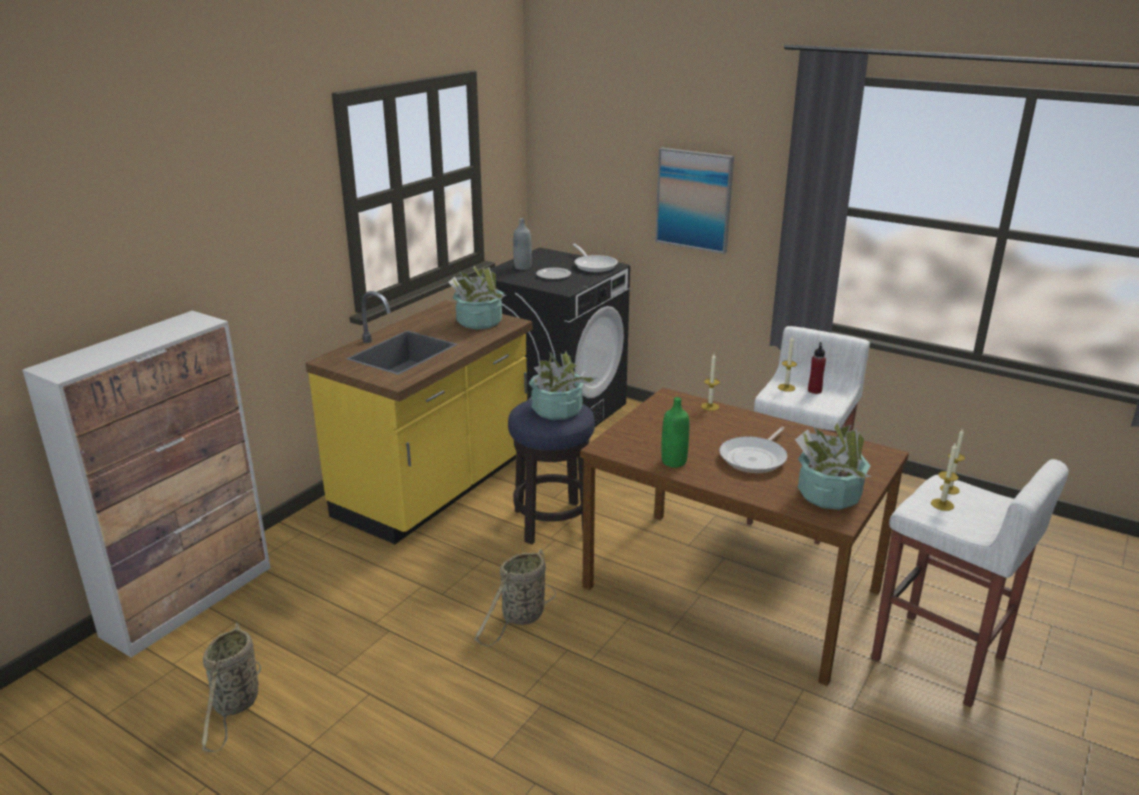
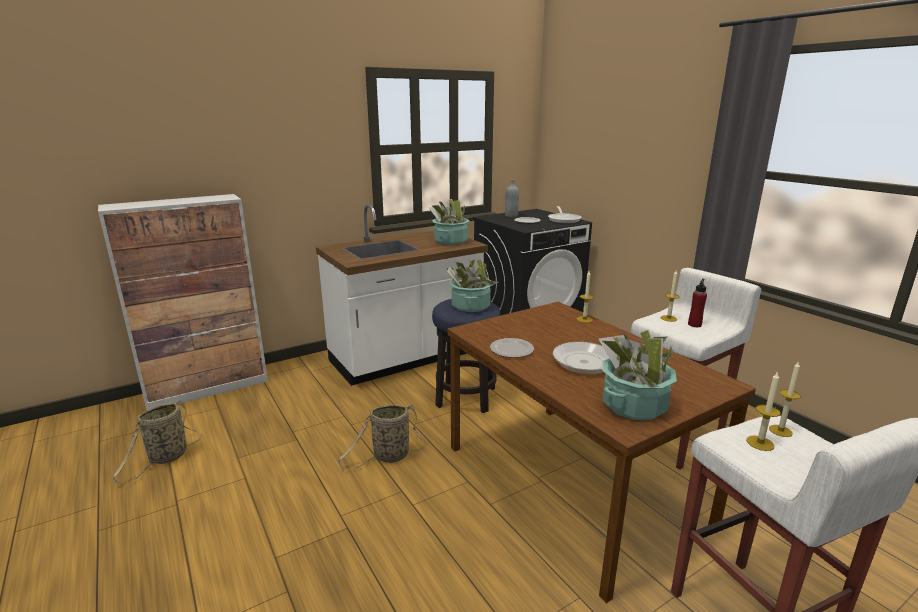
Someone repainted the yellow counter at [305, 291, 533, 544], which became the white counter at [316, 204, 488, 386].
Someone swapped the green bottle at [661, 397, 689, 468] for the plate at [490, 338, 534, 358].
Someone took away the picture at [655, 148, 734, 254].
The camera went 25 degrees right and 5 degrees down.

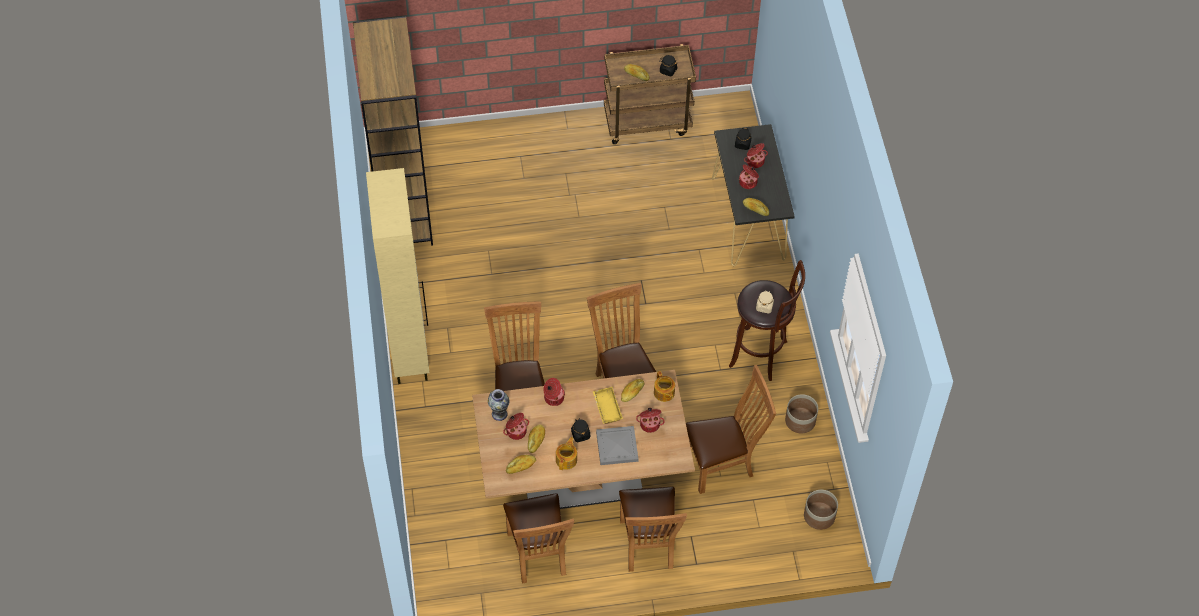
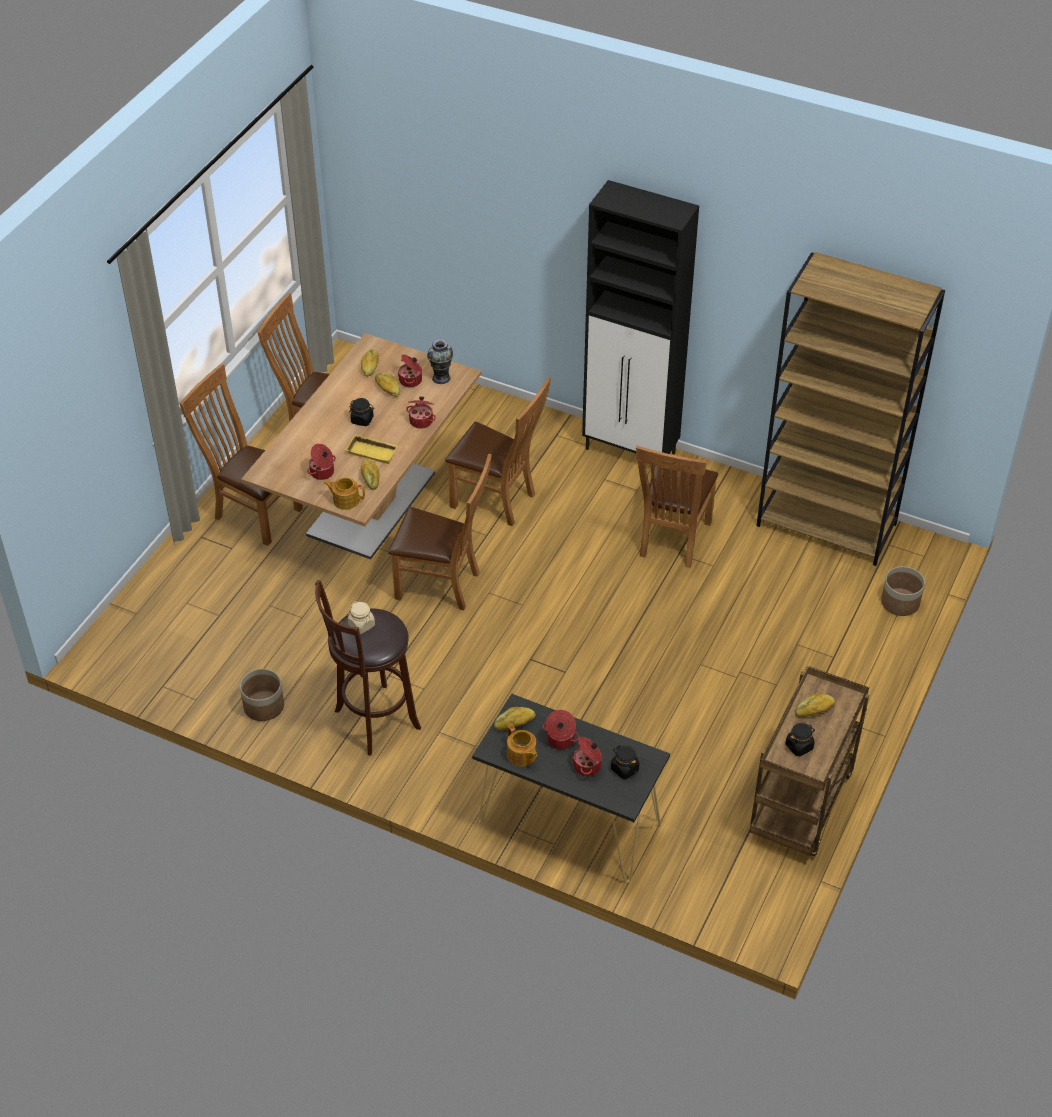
Someone carried the teapot from [556, 437, 577, 470] to [507, 725, 537, 766].
Someone repainted the beige cabinet at [366, 168, 430, 384], which became the black cabinet at [582, 180, 699, 454].
Someone carried the brown chair from [686, 365, 776, 494] to [636, 446, 718, 568].
Someone carried the planter from [804, 490, 838, 530] to [881, 566, 925, 616].
Someone took away the grey tray at [596, 426, 638, 465].
The camera went 125 degrees right and 10 degrees down.

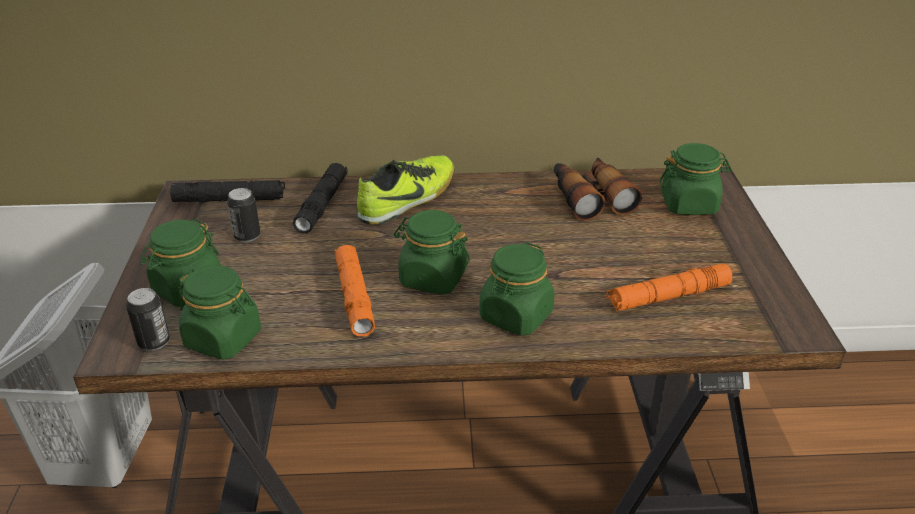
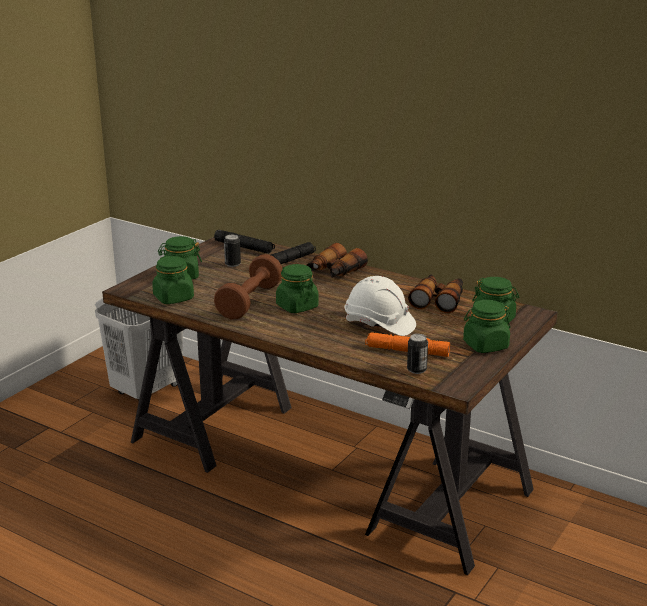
Someone swapped the orange flashlight at [335, 245, 375, 337] for the brown dumbbell at [214, 254, 282, 319].
Someone swapped the shoe at [357, 155, 455, 225] for the binoculars at [306, 243, 368, 278].
Someone put down the white hard hat at [345, 276, 416, 336].
Someone carried the can from [126, 288, 170, 351] to [407, 334, 428, 374].
Someone carried the green jar from [479, 242, 555, 336] to [463, 300, 510, 353].
The camera went 35 degrees right and 10 degrees down.

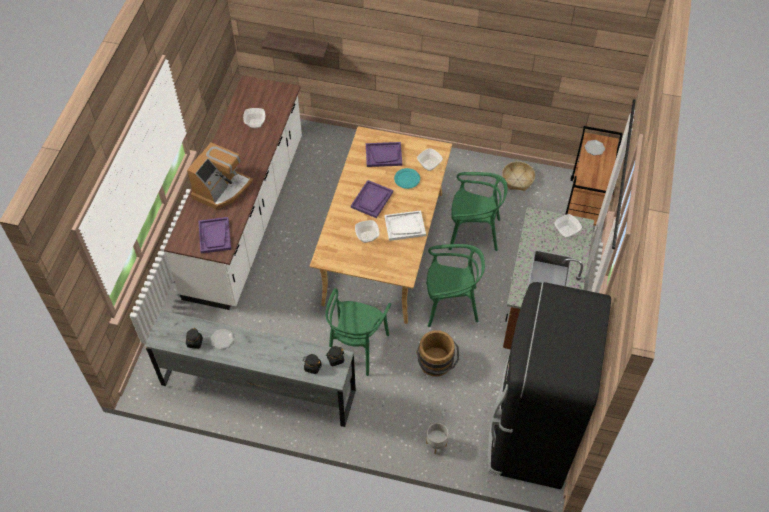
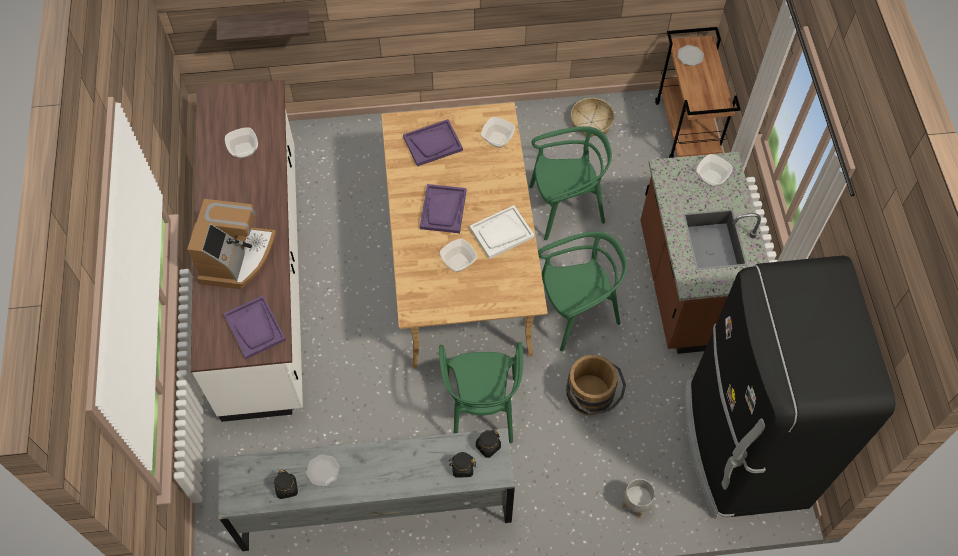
Someone took away the turquoise plate at [394, 168, 420, 189].
The camera went 20 degrees left and 5 degrees up.

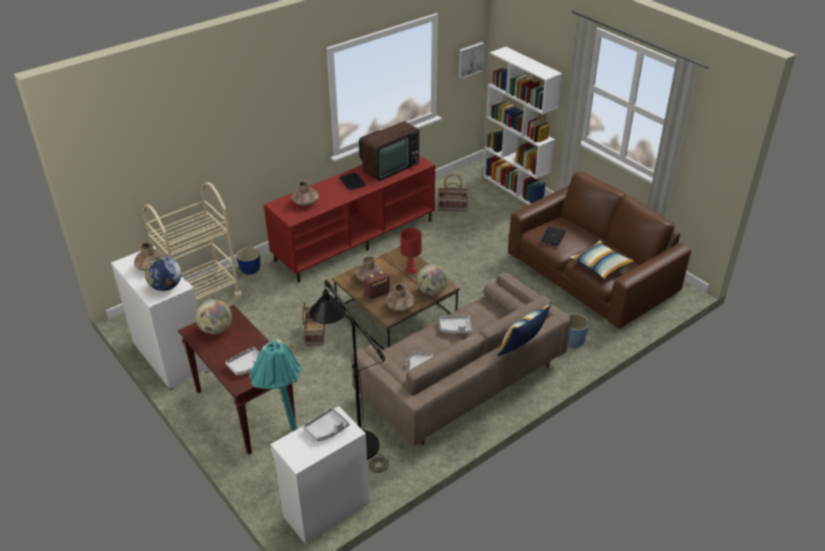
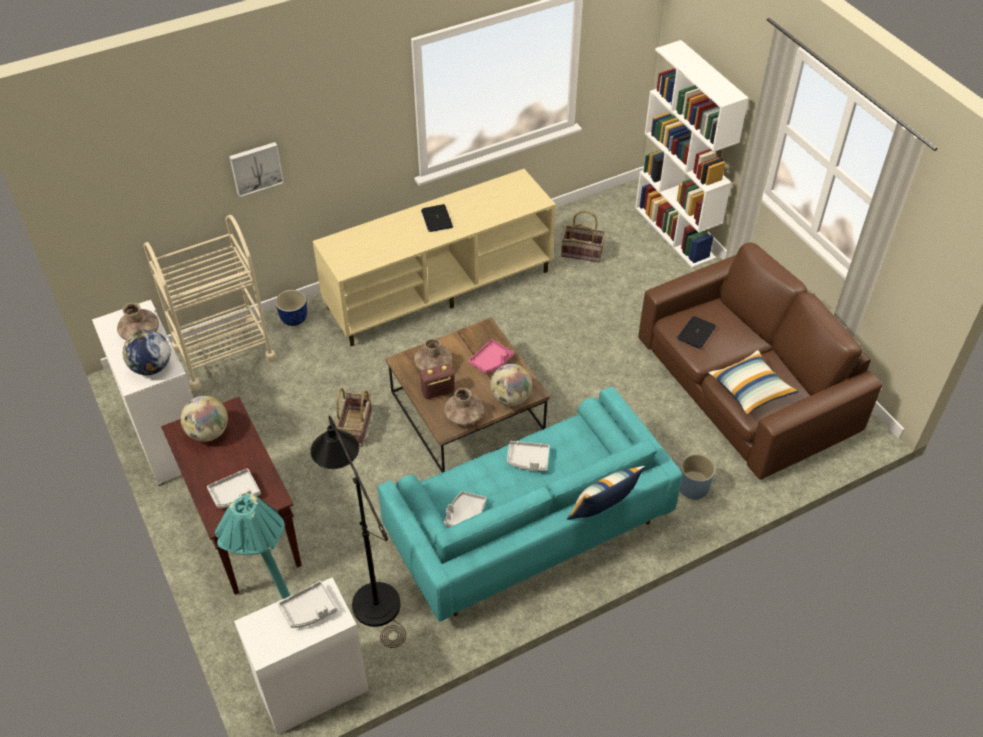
Someone carried the picture from [458, 42, 485, 79] to [229, 142, 284, 198].
Someone repainted the red tv stand at [264, 155, 435, 283], which became the beige tv stand at [313, 169, 556, 346].
Someone repainted the beige sofa at [351, 272, 571, 446], which became the turquoise sofa at [378, 387, 682, 621].
Someone swapped the red table lamp at [400, 228, 422, 274] for the pink tray at [469, 339, 514, 374].
Someone took away the brown vase at [292, 180, 319, 206].
Someone took away the television at [359, 121, 419, 181].
The camera went 10 degrees right and 10 degrees up.

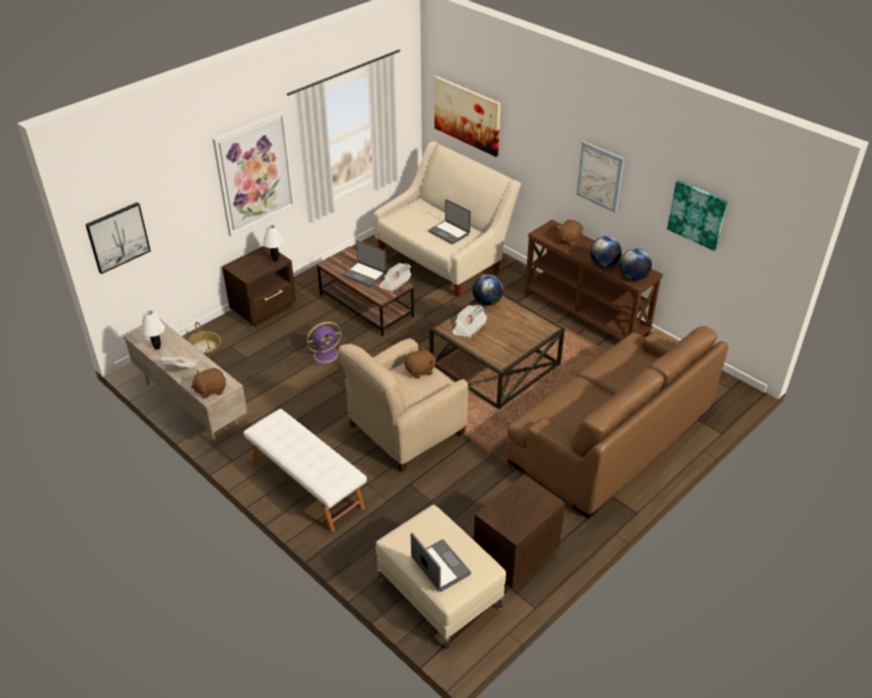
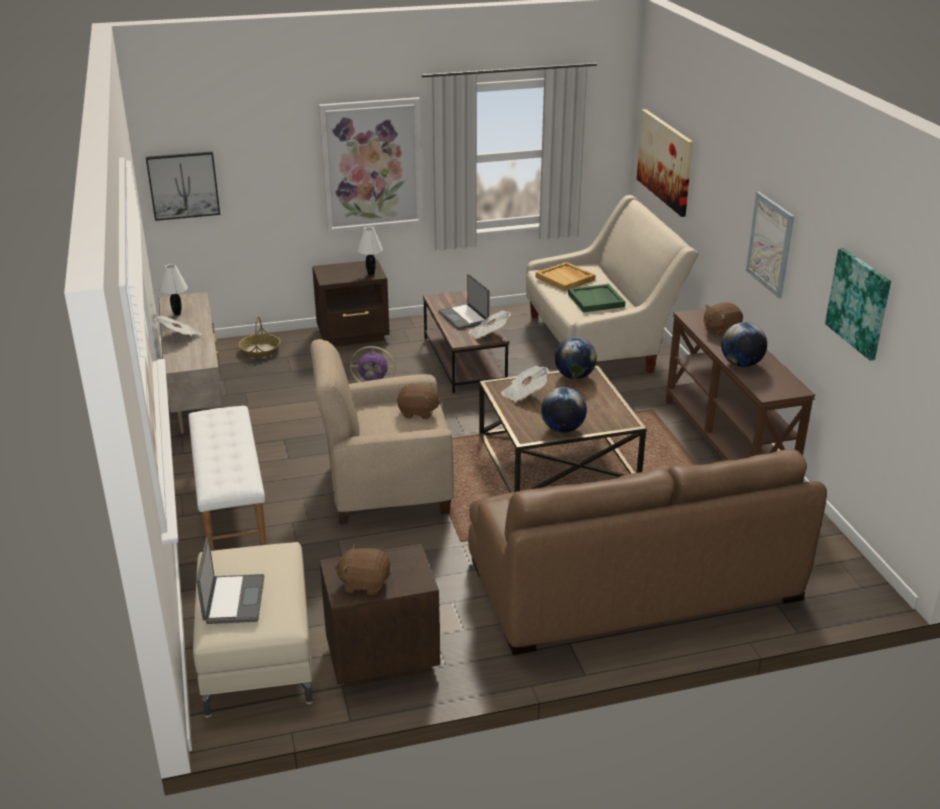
Someone carried the brown plush toy from [191, 368, 226, 399] to [334, 544, 391, 595].
Someone put down the beige tray at [536, 262, 596, 291].
Someone carried the globe from [620, 249, 652, 280] to [541, 387, 587, 433].
Someone swapped the laptop at [428, 199, 471, 244] for the green tray at [568, 284, 625, 312].
The camera went 30 degrees right and 10 degrees down.

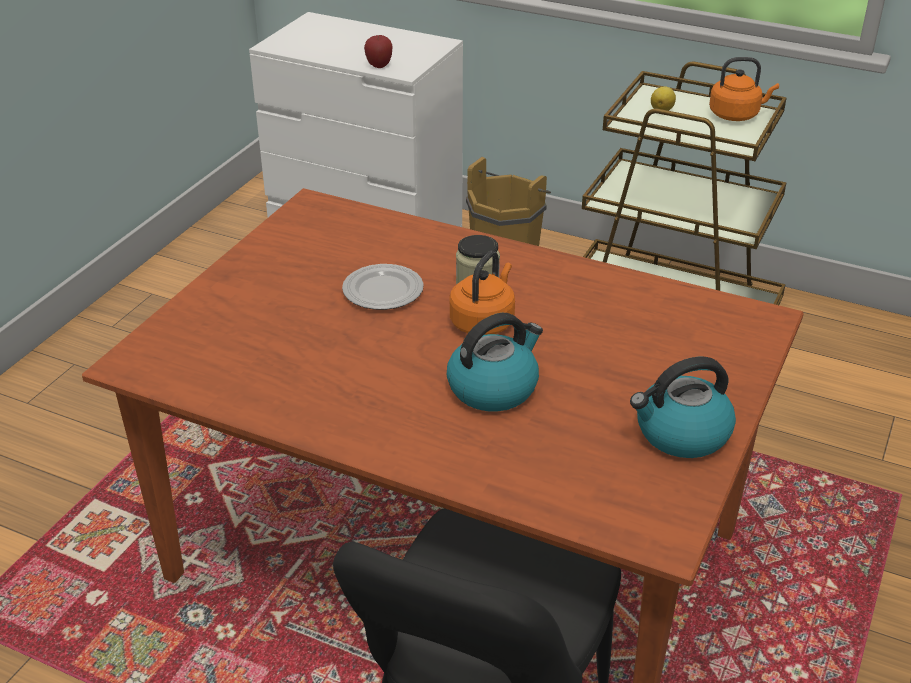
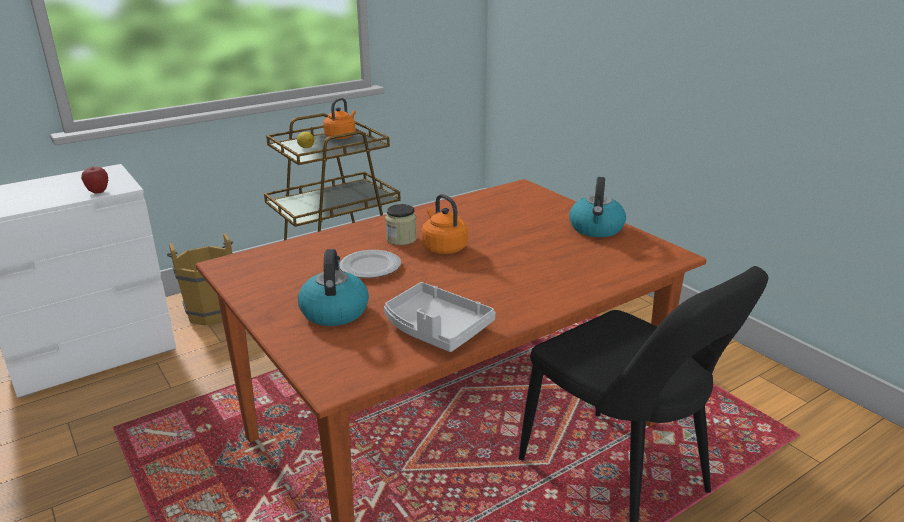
Someone carried the kettle from [447, 313, 543, 412] to [298, 249, 369, 326].
Someone put down the grey tray at [384, 282, 496, 352].
The camera went 60 degrees left and 10 degrees down.

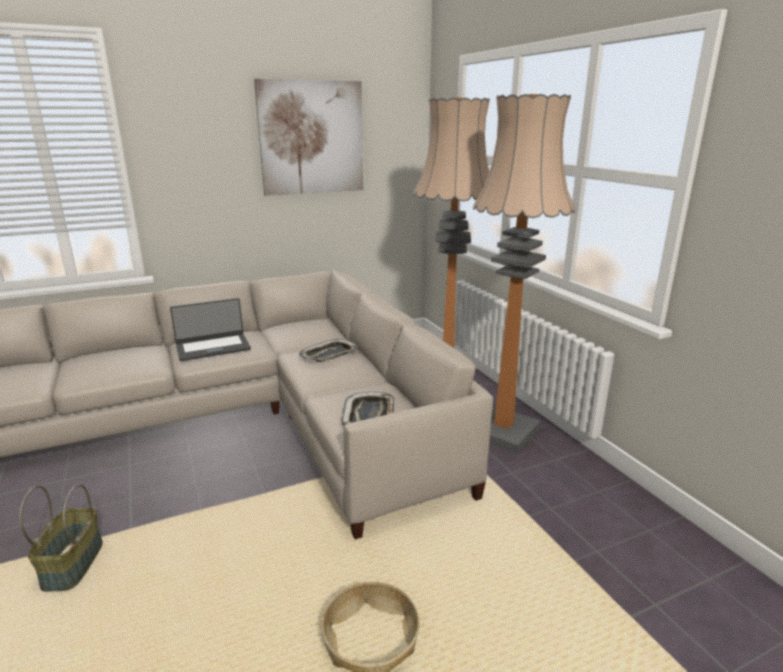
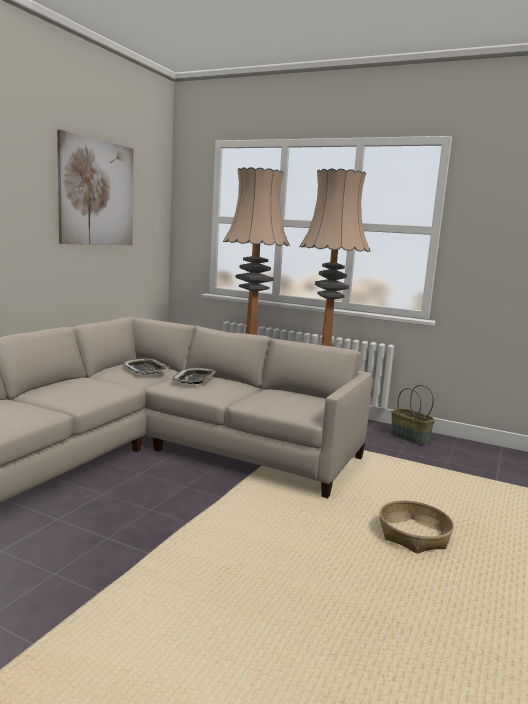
Someone carried the tray from [342, 392, 394, 427] to [122, 358, 170, 375].
Someone carried the basket from [19, 484, 103, 592] to [390, 385, 435, 445].
Someone took away the laptop at [170, 298, 251, 361].
The camera went 40 degrees left and 10 degrees down.

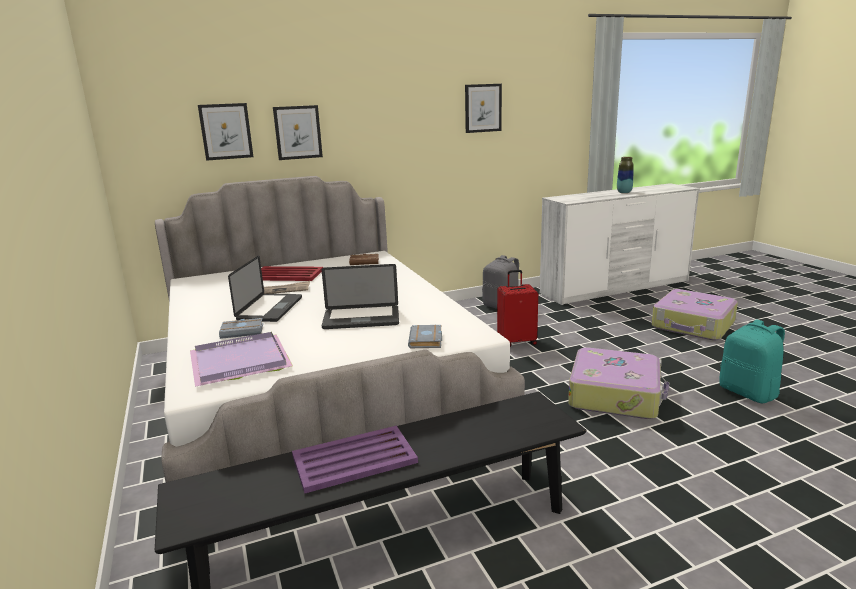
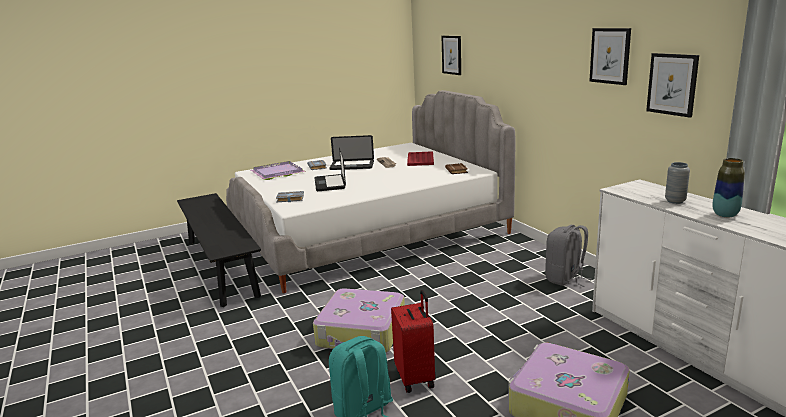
Someone carried the red suitcase from [497, 270, 538, 347] to [391, 290, 435, 393].
Someone carried the picture from [273, 105, 323, 160] to [646, 53, 699, 118].
Someone put down the grey vase at [665, 162, 690, 204].
Someone took away the purple tray at [292, 426, 418, 494].
The camera went 85 degrees right and 0 degrees up.

